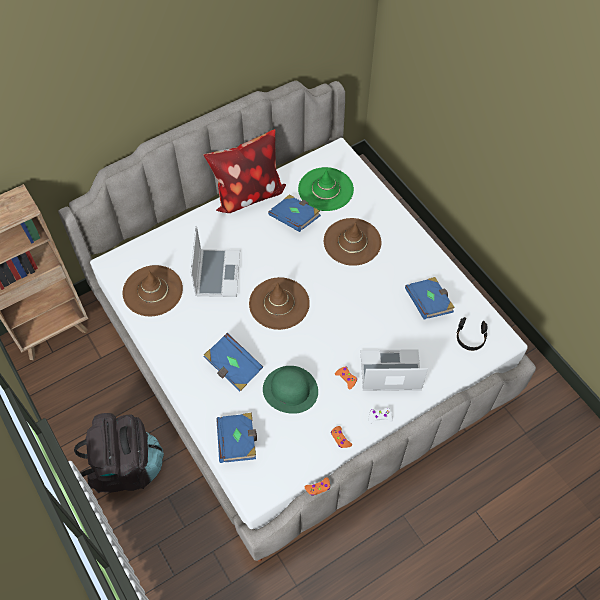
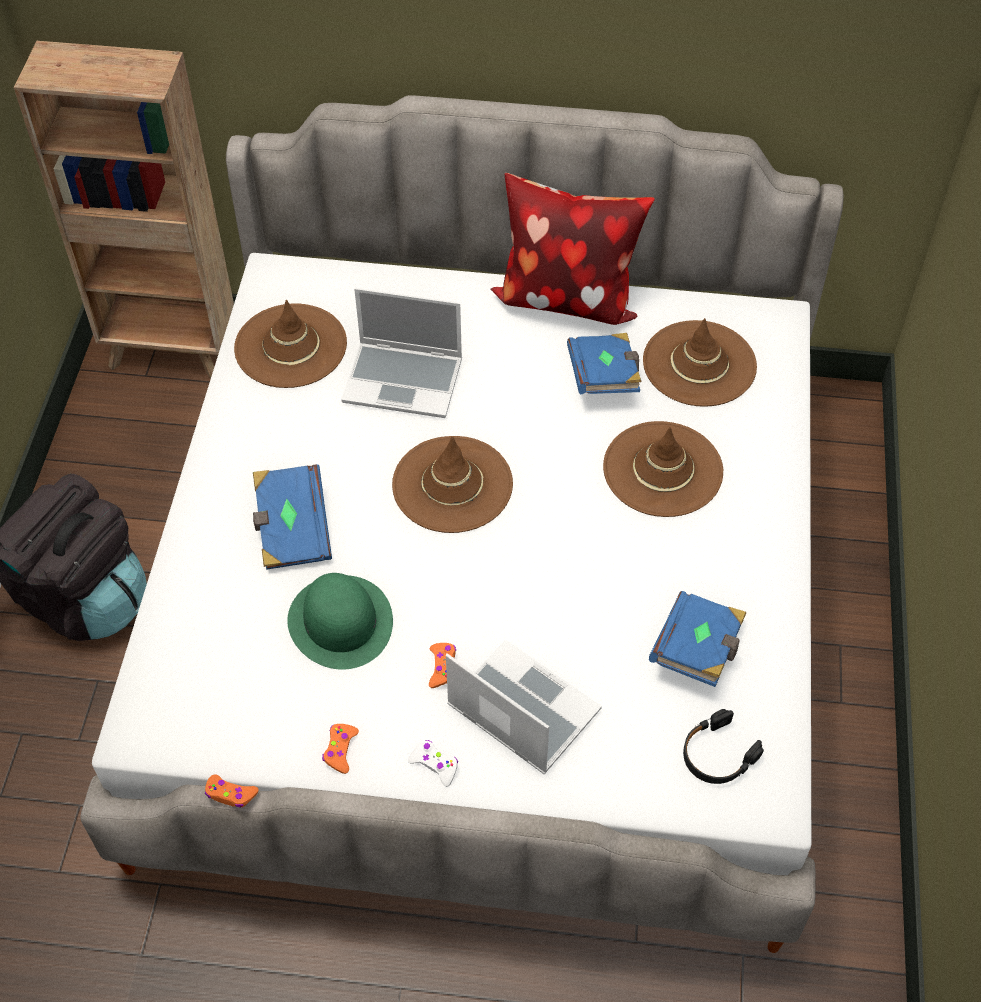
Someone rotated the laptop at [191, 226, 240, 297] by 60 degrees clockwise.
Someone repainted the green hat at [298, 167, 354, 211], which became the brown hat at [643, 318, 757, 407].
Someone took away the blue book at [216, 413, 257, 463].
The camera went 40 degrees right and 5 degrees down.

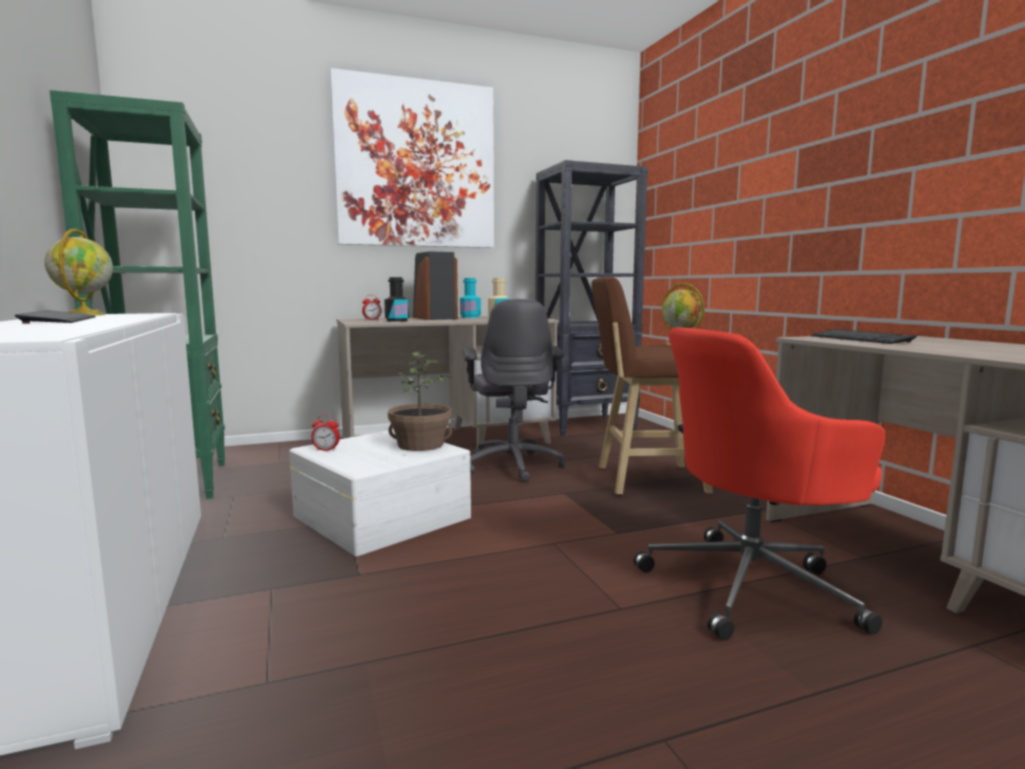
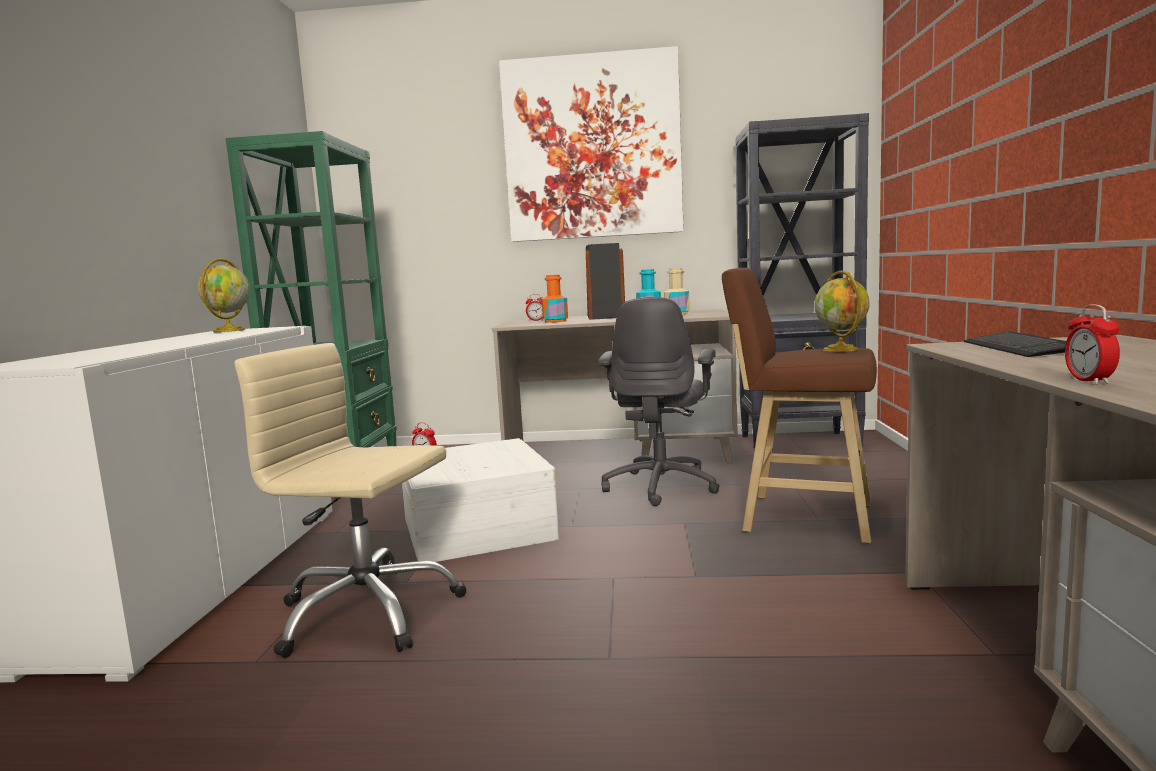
Someone put down the beige office chair at [234, 343, 466, 658].
Someone repainted the black bottle at [384, 277, 409, 322], which became the orange bottle at [542, 275, 568, 323].
Someone put down the alarm clock at [1065, 304, 1120, 384].
Someone took away the keyboard at [15, 310, 95, 324].
Someone took away the potted plant at [388, 352, 452, 451].
Someone took away the red office chair at [634, 327, 885, 640].
The camera went 25 degrees right and 0 degrees up.

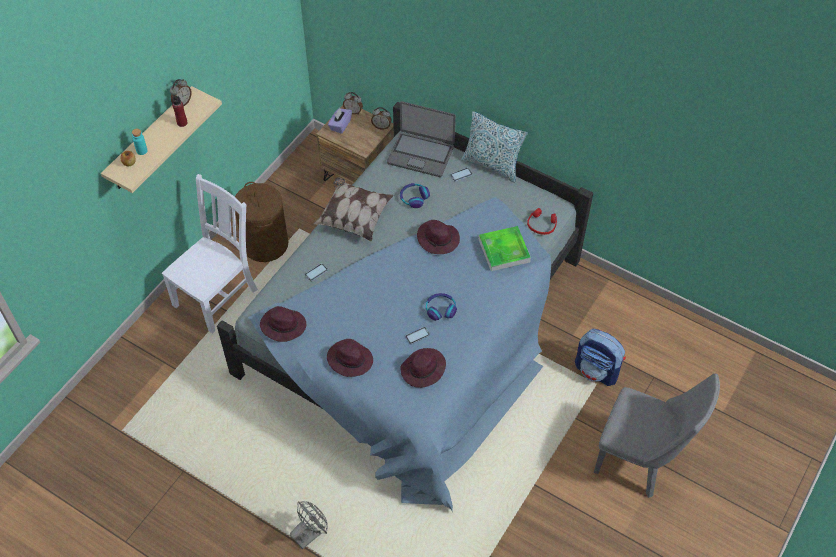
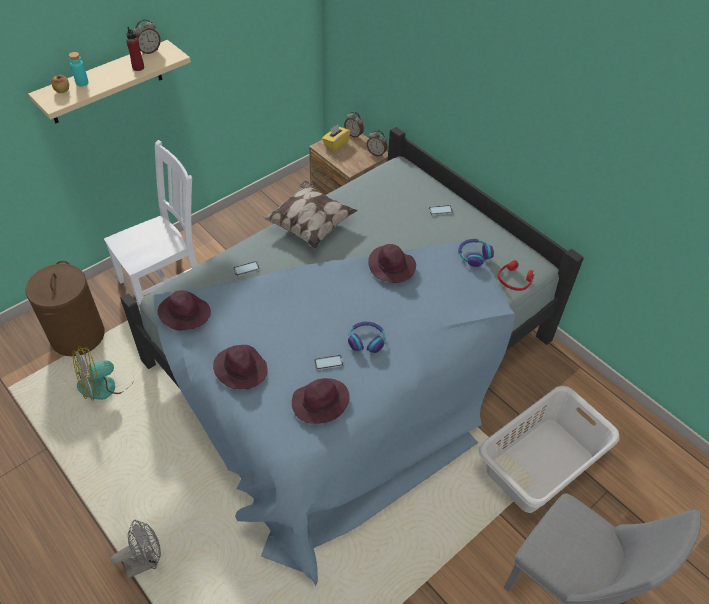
Someone carried the brown laundry basket from [235, 182, 288, 262] to [25, 261, 105, 356].
Someone put down the fan at [72, 346, 134, 400].
Someone repainted the purple tissue box at [328, 108, 352, 134], which became the yellow tissue box at [322, 124, 351, 151].
Someone carried the headphones from [400, 183, 430, 208] to [458, 239, 494, 267].
Someone swapped the backpack at [575, 329, 626, 386] for the grey laundry basket at [478, 386, 620, 513].
Someone took away the laptop at [387, 101, 456, 177].
Someone took away the pillow at [461, 111, 528, 182].
Someone took away the tray at [479, 226, 531, 271].
The camera went 15 degrees right and 5 degrees down.

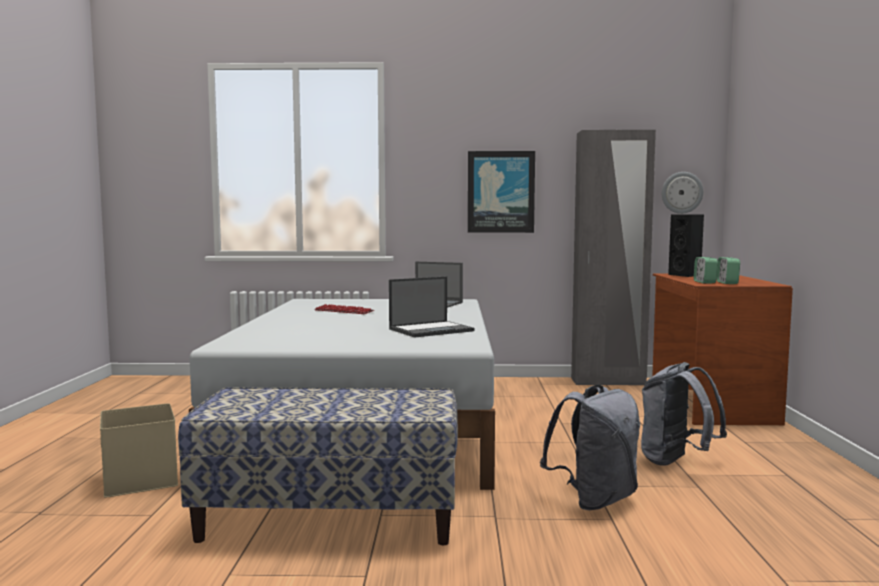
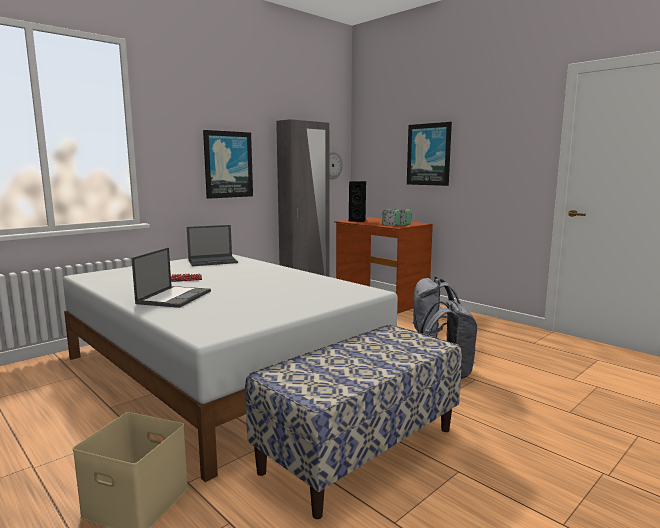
Someone carried the laptop from [389, 276, 474, 338] to [132, 247, 211, 308].
Someone put up the picture at [407, 122, 452, 186].
The camera went 45 degrees left and 5 degrees up.

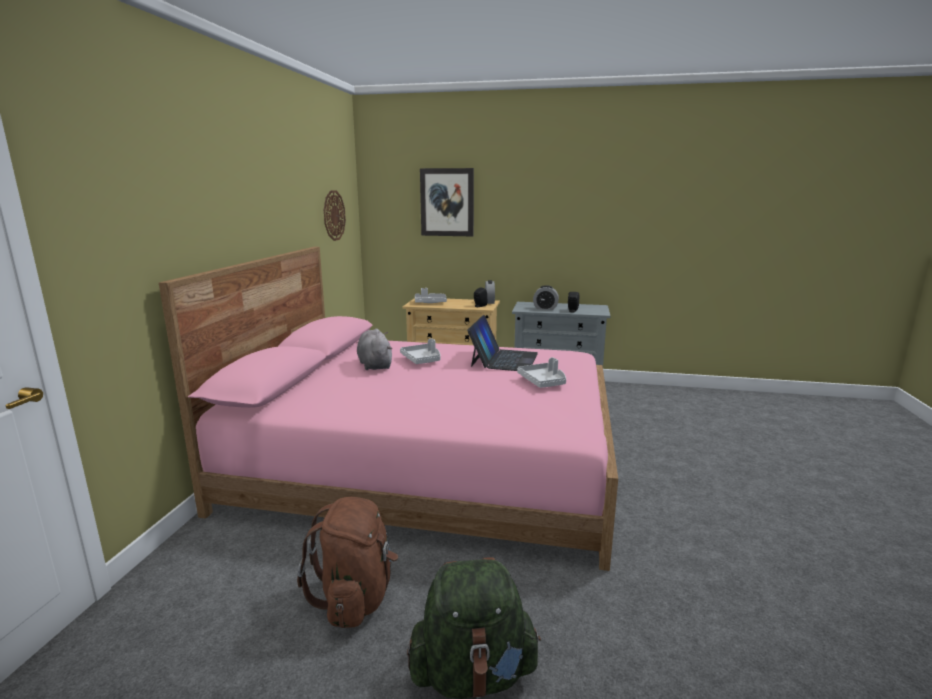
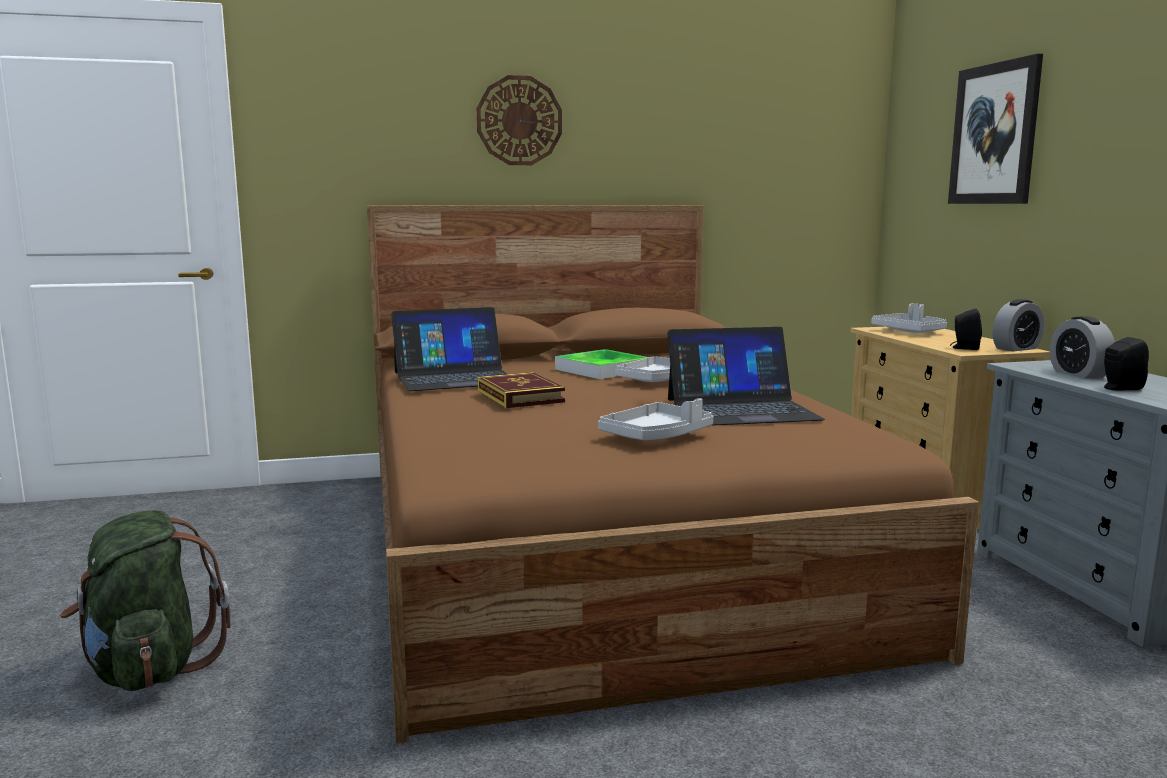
Someone repainted the pink bed at [159, 247, 618, 571], which became the brown bed at [367, 205, 979, 743].
Someone put down the laptop at [391, 307, 507, 391].
Someone carried the wall clock from [324, 190, 346, 241] to [477, 75, 562, 165].
Someone put down the book at [478, 372, 565, 408].
Someone swapped the grey plush toy at [357, 329, 392, 370] for the tray at [555, 349, 649, 379].
Someone took away the brown backpack at [297, 497, 398, 628].
The camera went 65 degrees right and 5 degrees down.

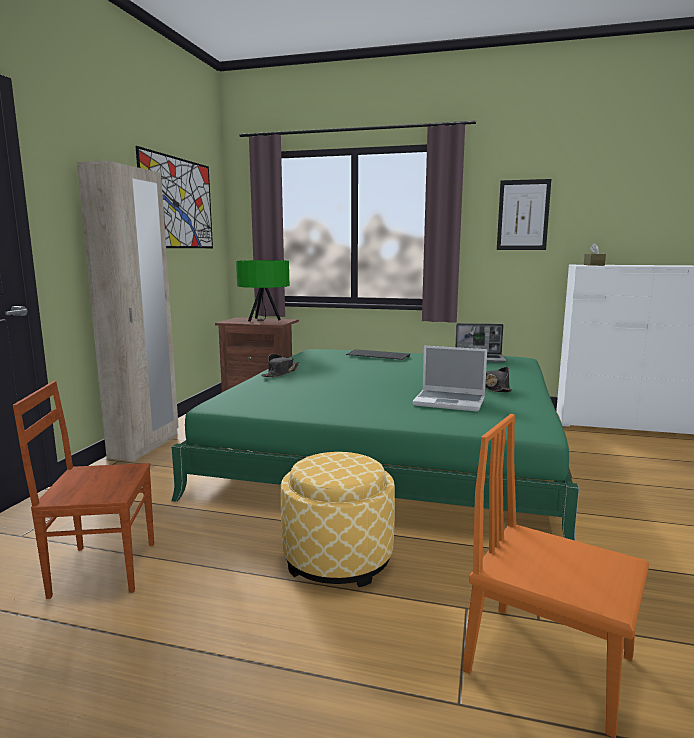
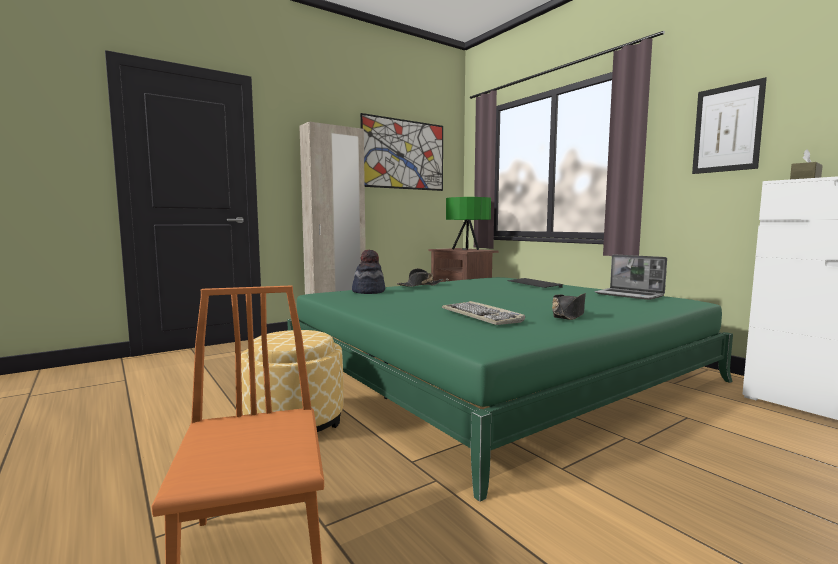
Someone put down the hat at [352, 250, 385, 294].
Someone swapped the laptop at [412, 346, 487, 412] for the keyboard at [442, 301, 525, 325].
Someone took away the brown chair at [13, 381, 154, 599].
The camera went 40 degrees right and 5 degrees down.

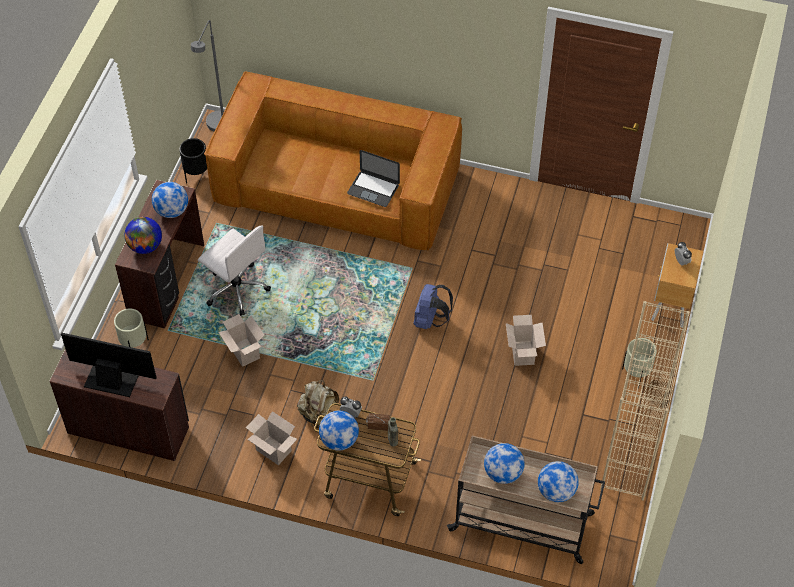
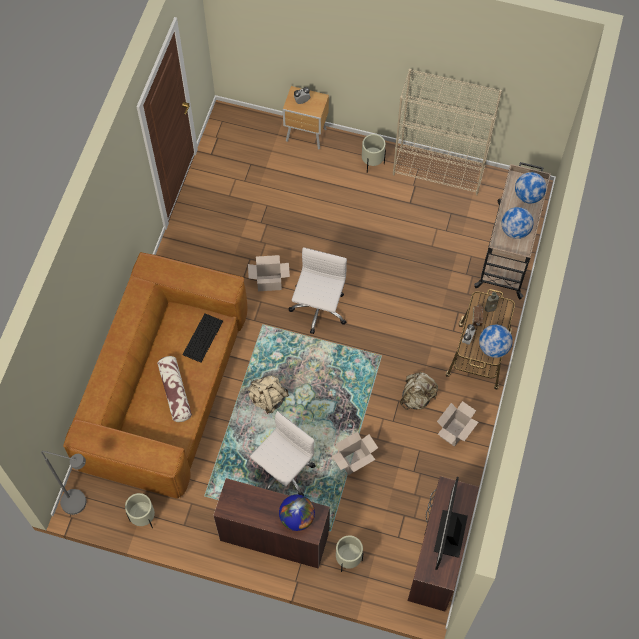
Someone repainted the black planter at [179, 138, 207, 184], which became the beige planter at [125, 493, 155, 529].
Someone put down the pillow at [157, 356, 192, 422].
Someone swapped the laptop at [347, 150, 400, 207] for the keyboard at [182, 314, 223, 363].
Someone carried the cardboard box from [506, 315, 546, 366] to [248, 255, 290, 291].
Someone put down the beige backpack at [248, 375, 289, 414].
Someone swapped the blue backpack at [414, 284, 453, 329] for the white office chair at [289, 248, 347, 334].
Someone took away the globe at [152, 182, 188, 218].
The camera went 90 degrees left and 10 degrees up.

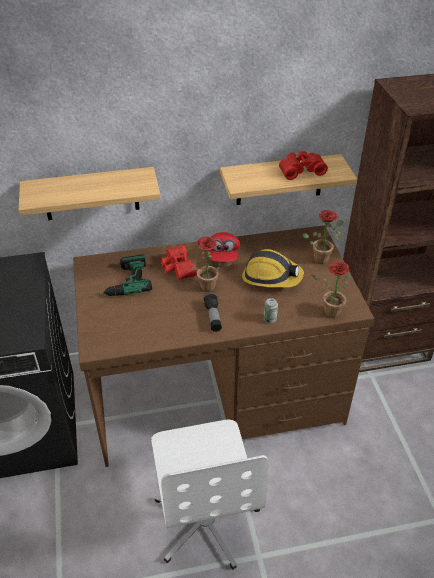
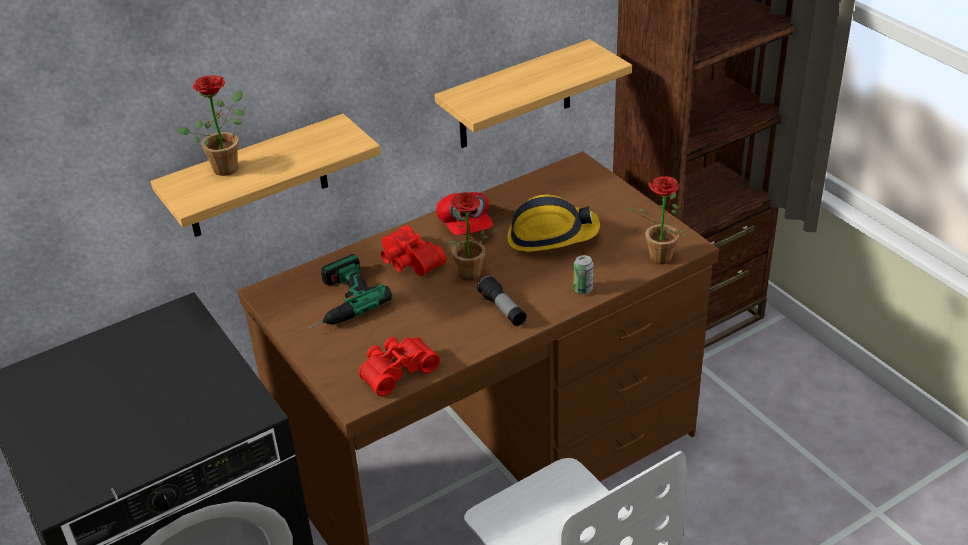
Someone carried the potted plant from [302, 210, 343, 264] to [177, 75, 244, 176].
Someone carried the red binoculars from [279, 151, 328, 180] to [359, 337, 440, 397].
The camera went 20 degrees left and 5 degrees down.

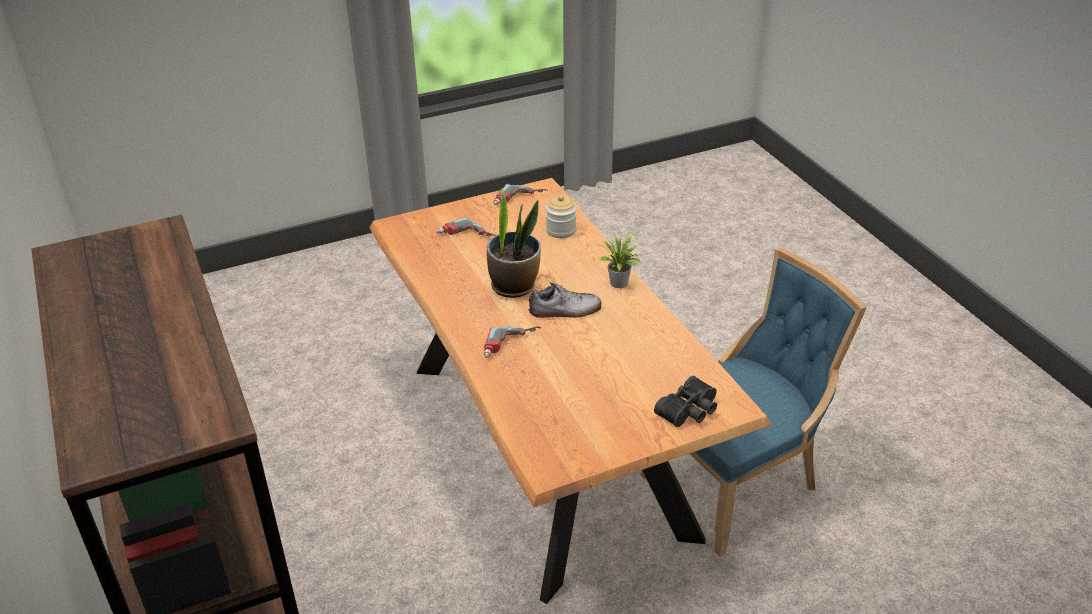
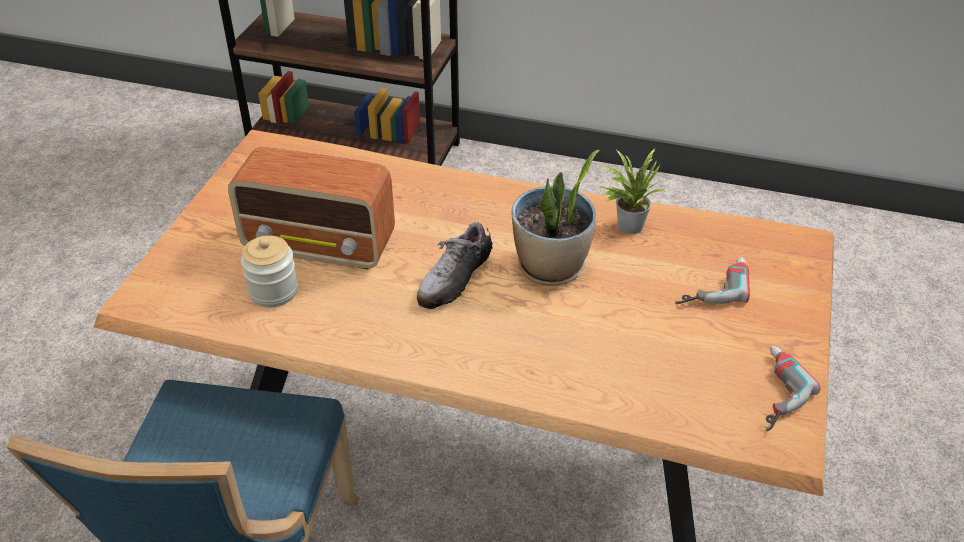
Someone put down the radio at [228, 147, 395, 269].
Someone carried the jar from [546, 195, 576, 238] to [241, 235, 298, 307].
Someone carried the potted plant from [596, 232, 642, 288] to [599, 148, 667, 234].
Someone took away the power drill at [484, 326, 541, 358].
Someone took away the black binoculars at [654, 376, 717, 427].
The camera went 130 degrees right and 5 degrees up.

